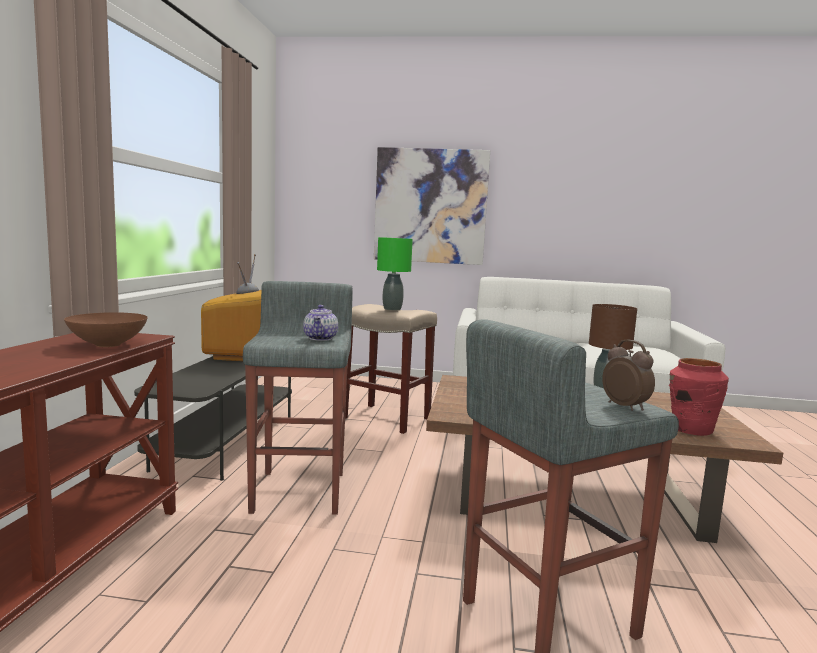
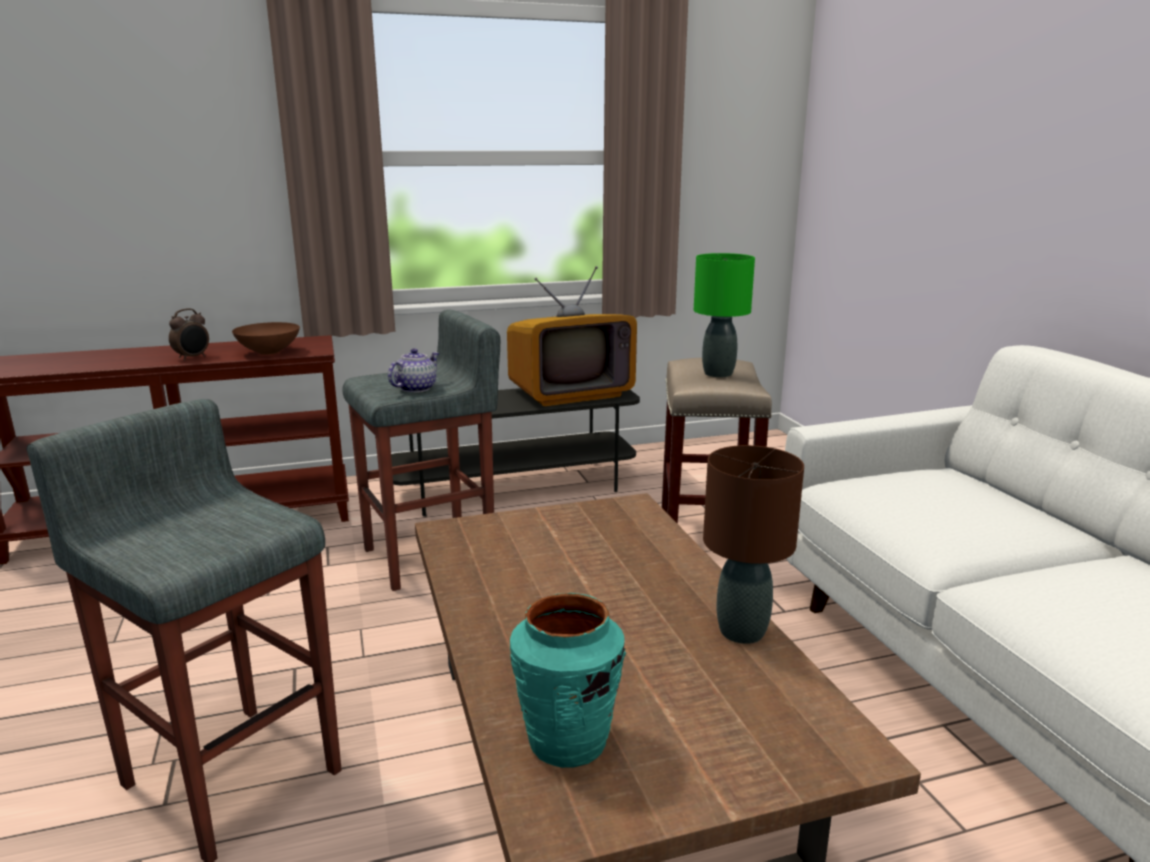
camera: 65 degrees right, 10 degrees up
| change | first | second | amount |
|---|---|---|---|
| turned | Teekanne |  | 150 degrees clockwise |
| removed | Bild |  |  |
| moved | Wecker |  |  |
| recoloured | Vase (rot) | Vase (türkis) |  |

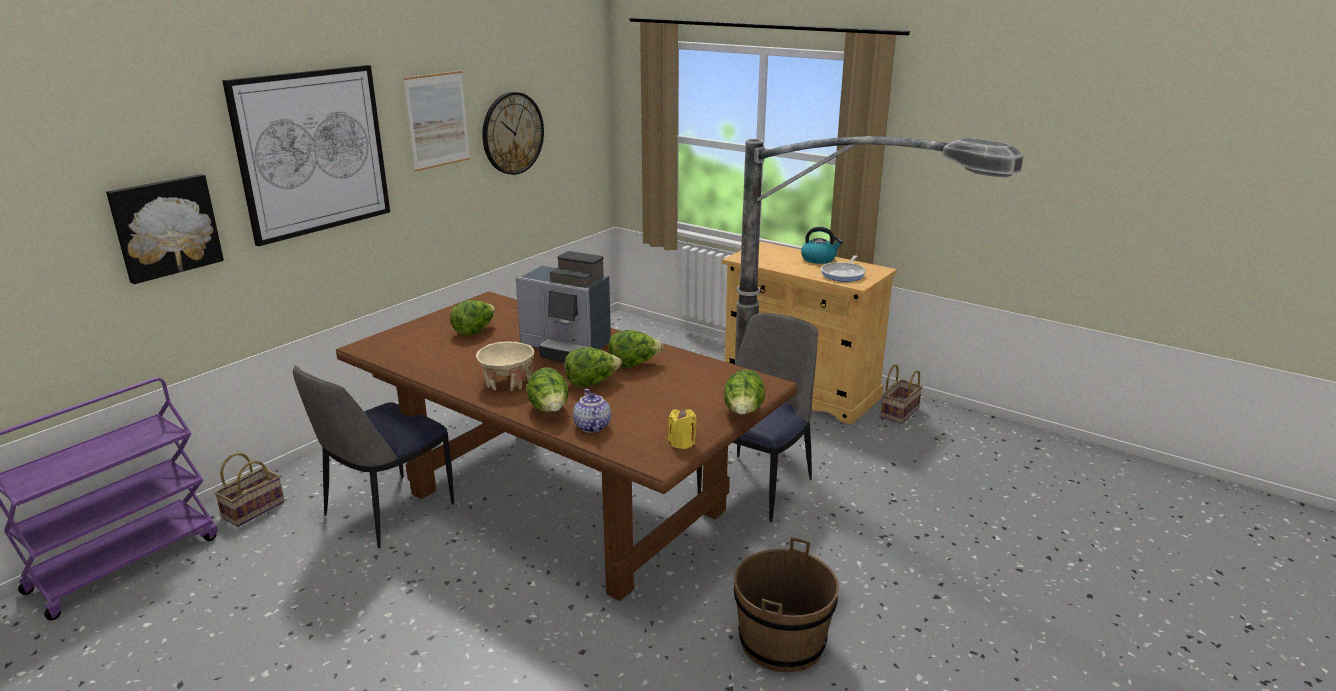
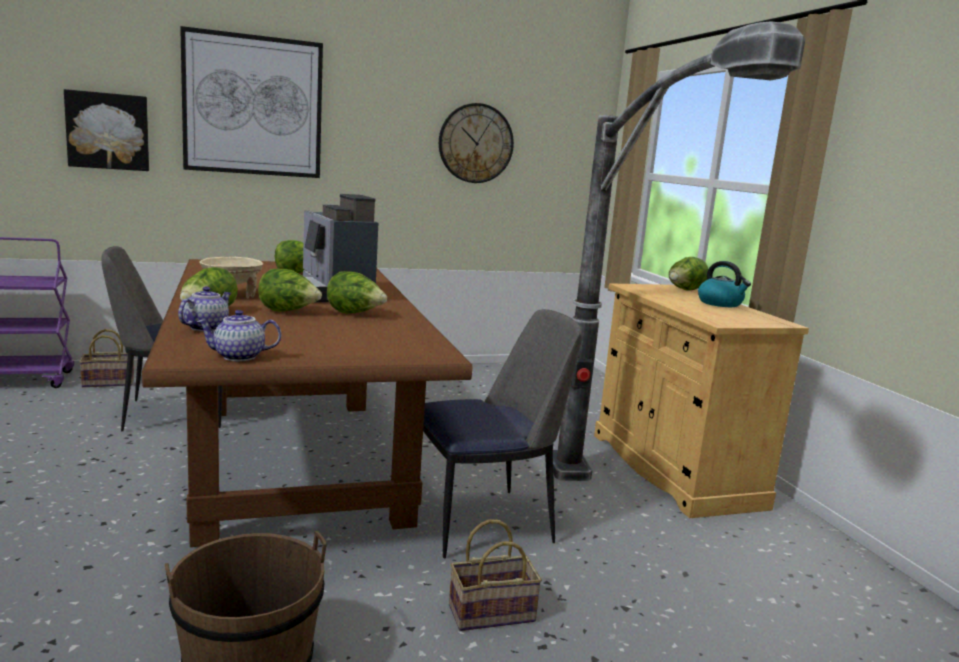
camera: 35 degrees right, 10 degrees down
| change | first | second | amount |
|---|---|---|---|
| removed | Bild (3rd from left) |  |  |
| replaced | Kerze (gelb) | Teekanne (2nd from left) |  |
| moved | Salatkopf (5th from left) |  |  |
| removed | Pfanne |  |  |
| moved | Korb (2nd from left) |  |  |

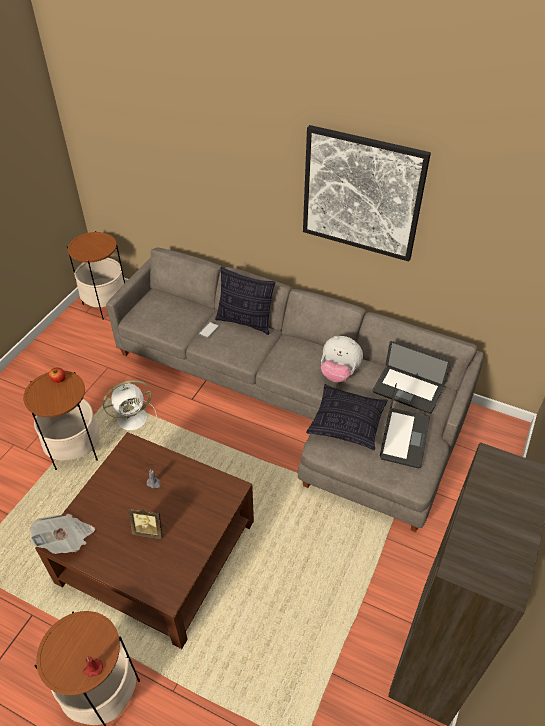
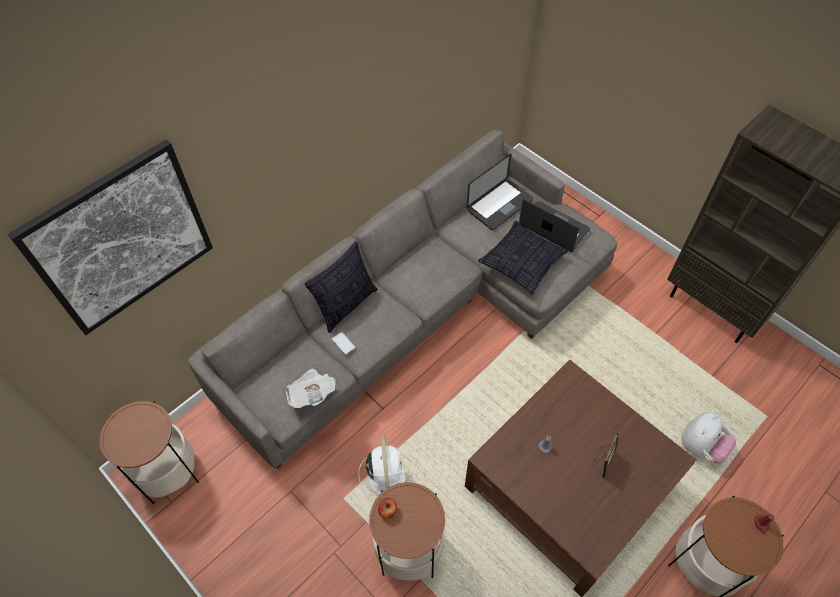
camera: 70 degrees left, 10 degrees up
| change | first | second | amount |
|---|---|---|---|
| moved | Zeitung |  |  |
| moved | Bild |  |  |
| moved | Plüschtier |  |  |

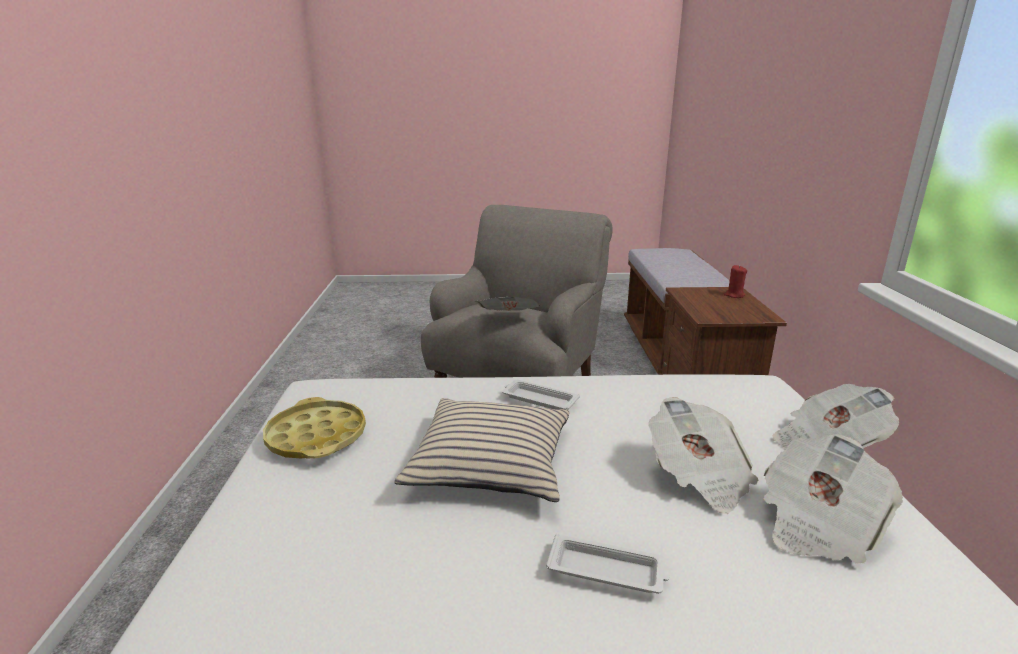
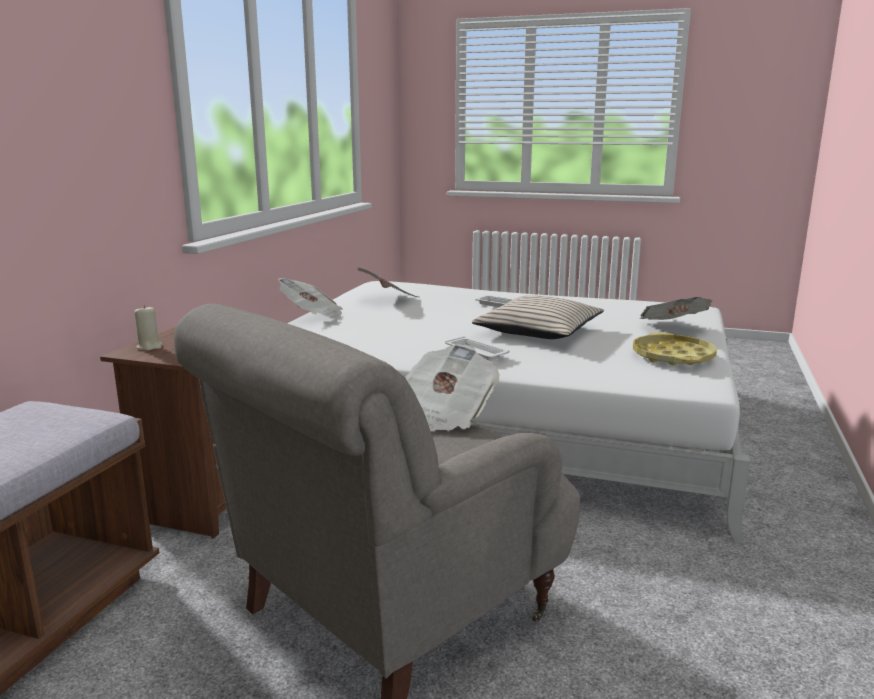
camera: 160 degrees left, 5 degrees down
| change | first | second | amount |
|---|---|---|---|
| moved | Zeitung (2nd from left in the first image) | Zeitung (4th from left) |  |
| recoloured | Kerze (rot) | Kerze (beige) |  |

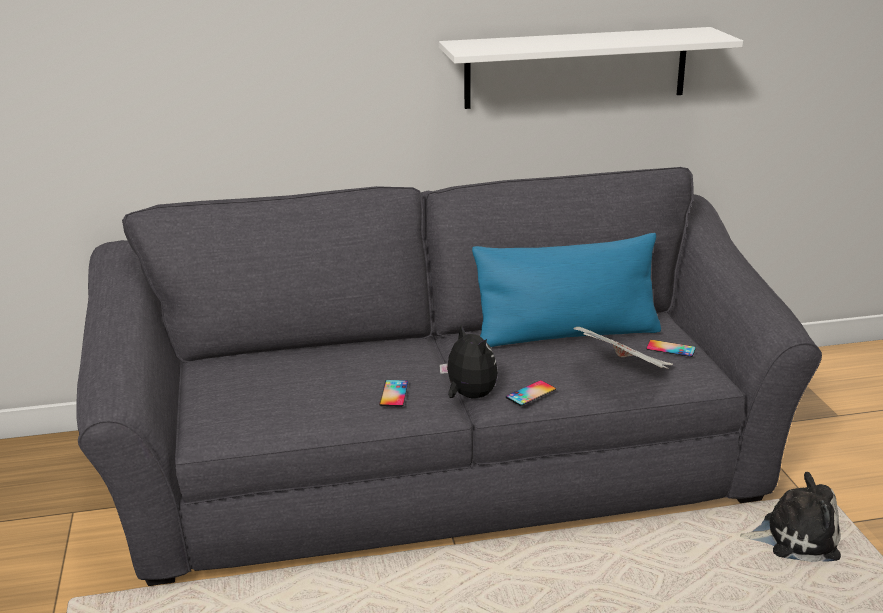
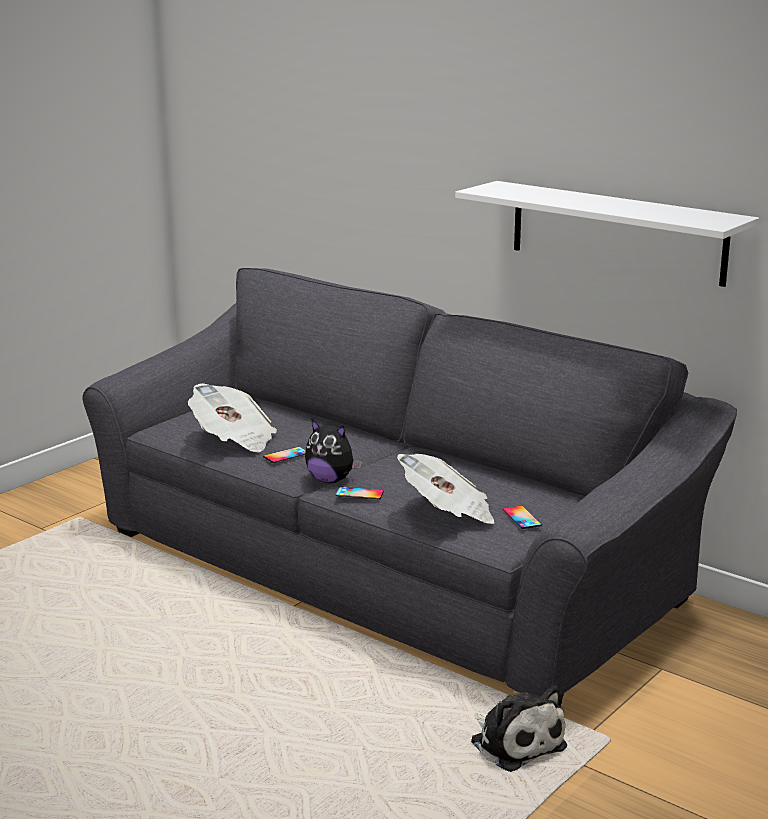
camera: 50 degrees right, 5 degrees down
| change | first | second | amount |
|---|---|---|---|
| turned | Plüschtier (1st from left) |  | 105 degrees clockwise |
| removed | Kissen (blau) |  |  |
| added |  | Zeitung (1st from left) |  |

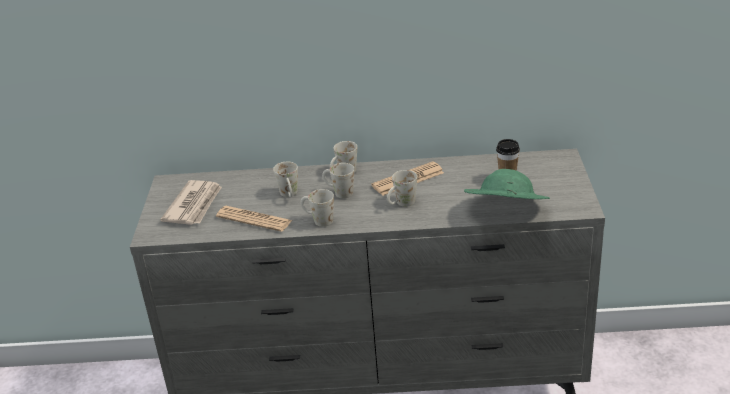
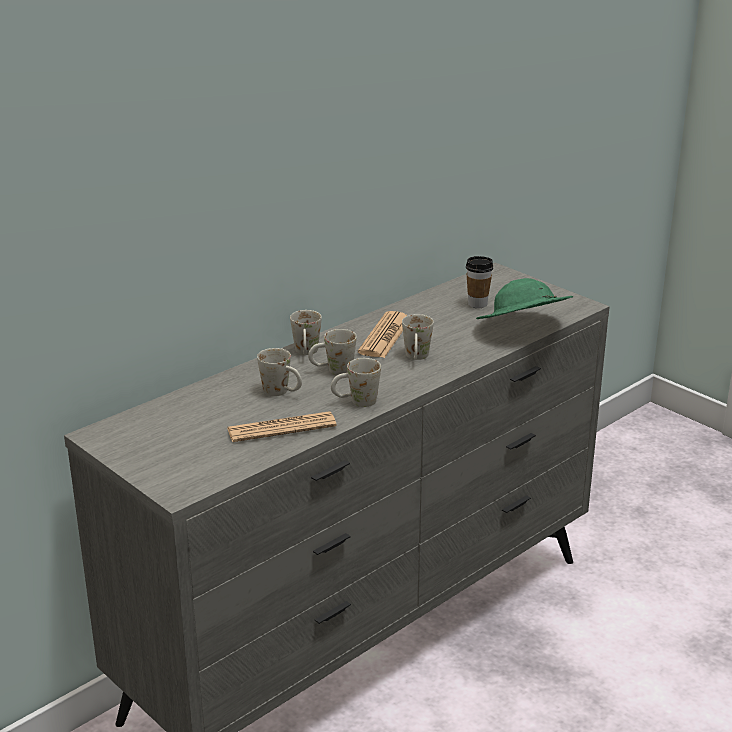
camera: 45 degrees left, 5 degrees down
| change | first | second | amount |
|---|---|---|---|
| removed | Zeitung (1st from left) |  |  |

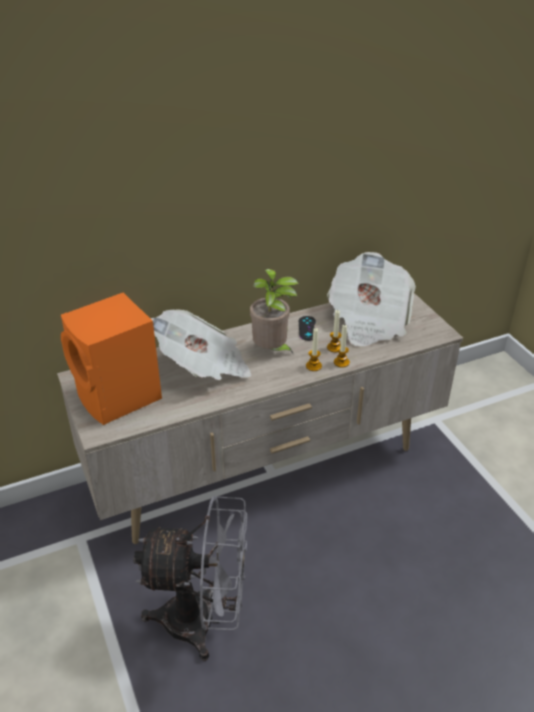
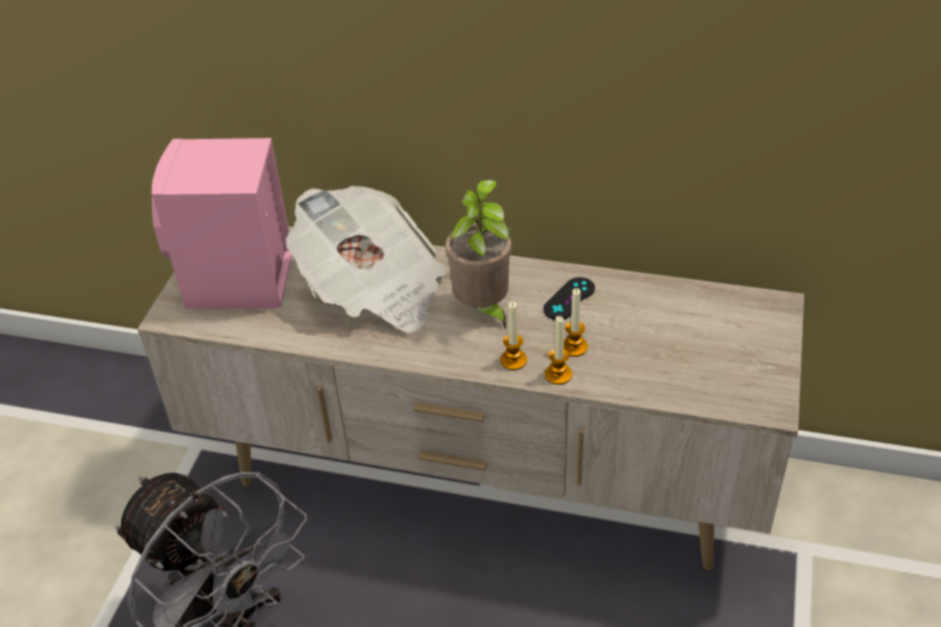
camera: 40 degrees right, 5 degrees up
| change | first | second | amount |
|---|---|---|---|
| recoloured | Lautsprecher (orange) | Lautsprecher (rosa) |  |
| removed | Zeitung (2nd from left) |  |  |

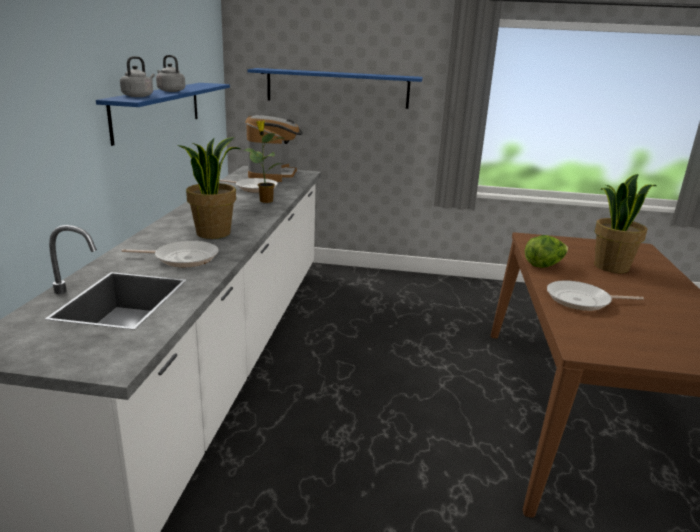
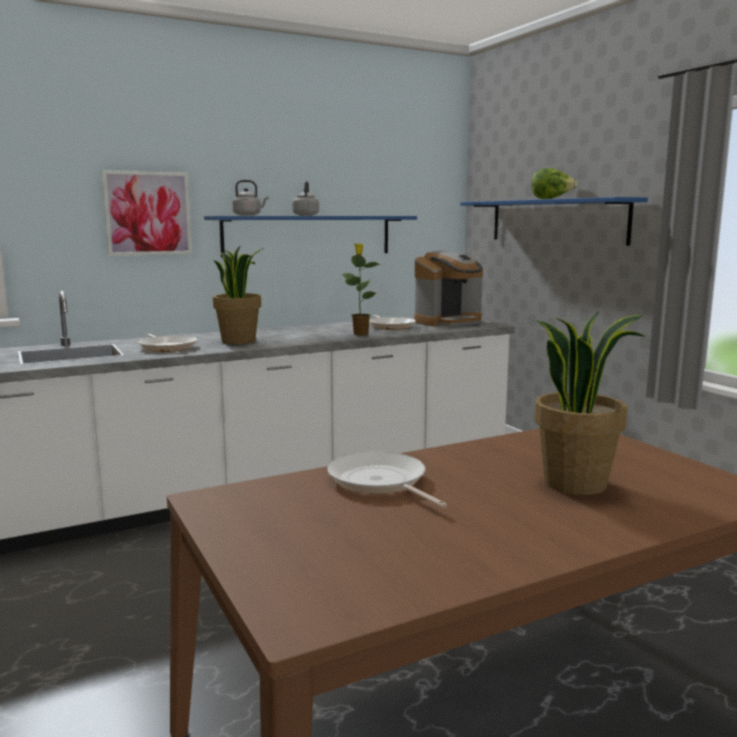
camera: 55 degrees right, 10 degrees down
| change | first | second | amount |
|---|---|---|---|
| moved | Salatkopf |  |  |
| added |  | Bild |  |

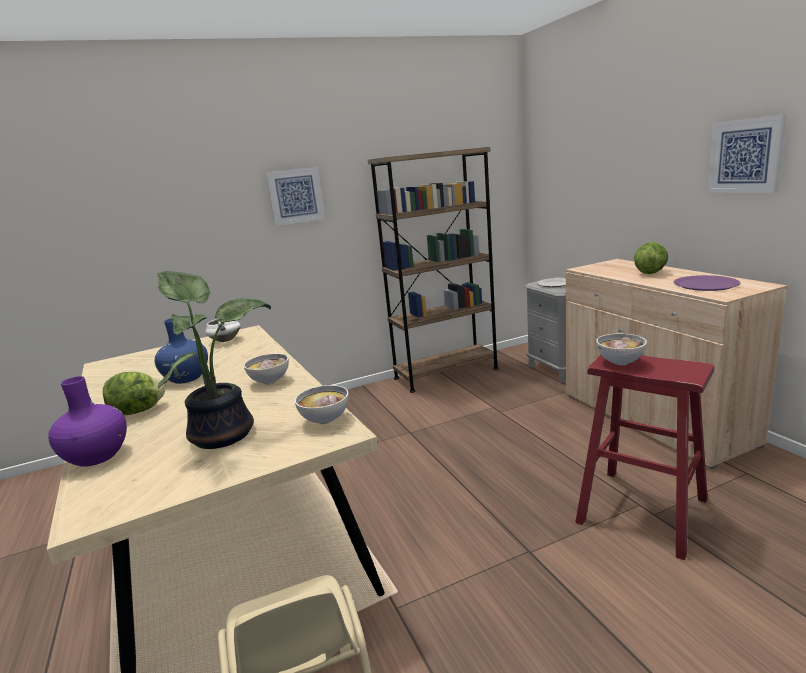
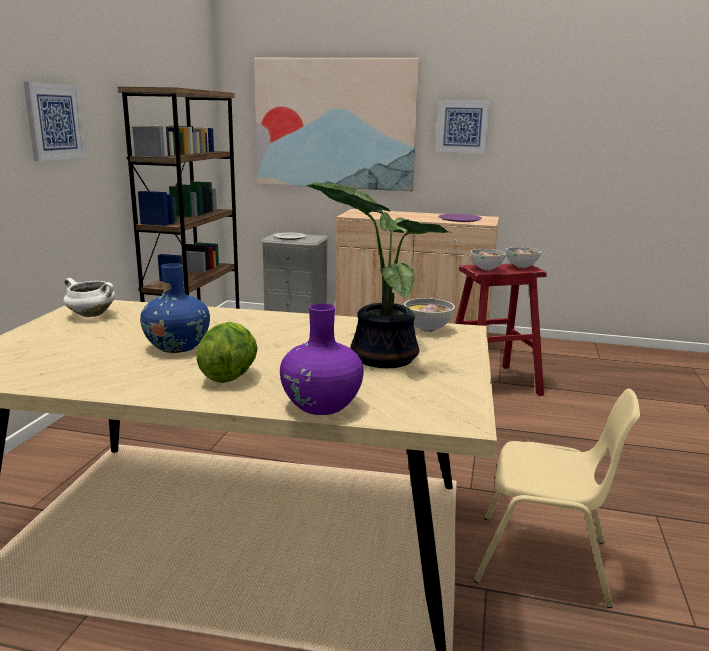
camera: 55 degrees left, 0 degrees up
| change | first | second | amount |
|---|---|---|---|
| moved | Schüssel (1st from left in the first image) | Schüssel (3rd from left) |  |
| removed | Salatkopf (2nd from left) |  |  |
| added |  | Bild (2nd from left) |  |

